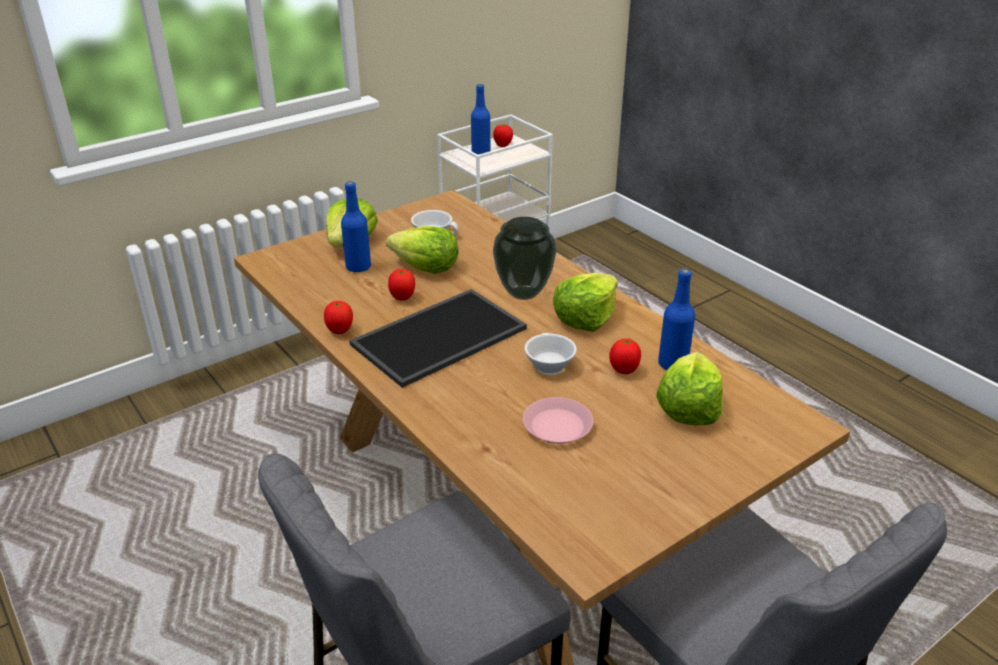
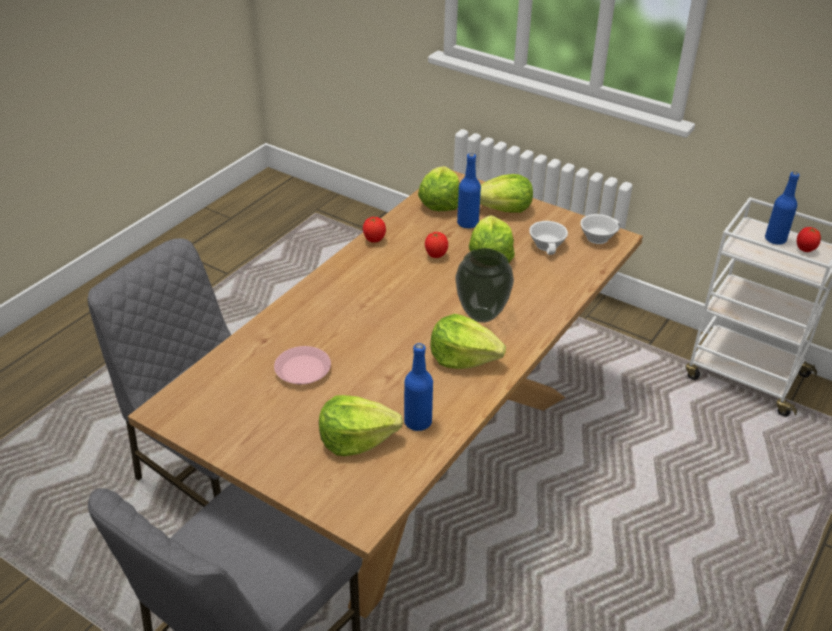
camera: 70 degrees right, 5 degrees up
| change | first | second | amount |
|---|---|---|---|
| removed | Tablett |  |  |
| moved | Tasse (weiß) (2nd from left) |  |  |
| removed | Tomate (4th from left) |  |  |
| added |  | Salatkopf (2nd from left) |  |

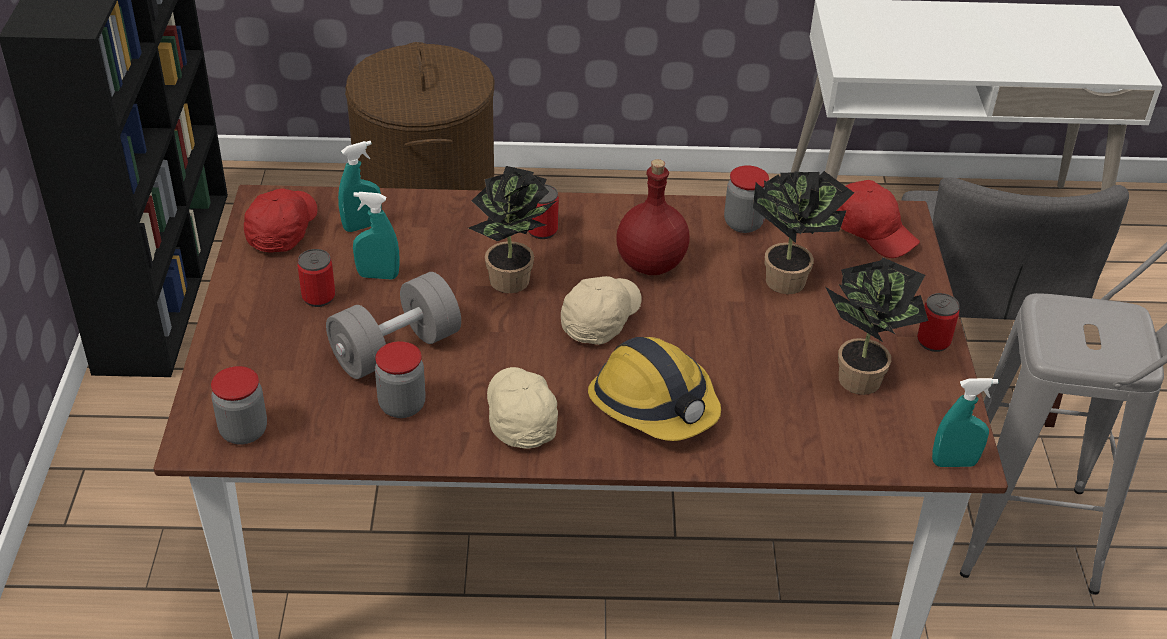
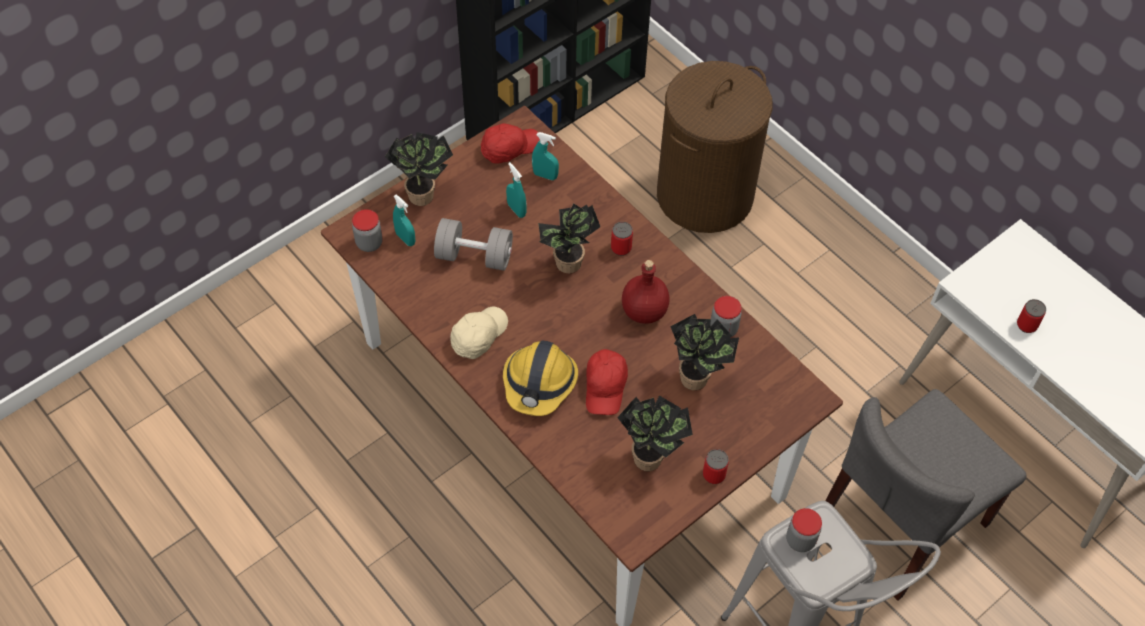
camera: 50 degrees right, 15 degrees up
| change | first | second | amount |
|---|---|---|---|
| moved | Dose (1st from left in the first image) | Dose (3rd from left) |  |
| moved | Vorratsglas (2nd from left in the first image) | Vorratsglas (3rd from left) |  |
| removed | Kappe (beige) (2nd from left) |  |  |
| moved | Kappe (rot) (2nd from left) |  |  |
| moved | Sprühflasche (türkis) (3rd from left in the first image) | Sprühflasche (türkis) (1st from left) |  |
| added |  | Topfpflanze (1st from left) |  |

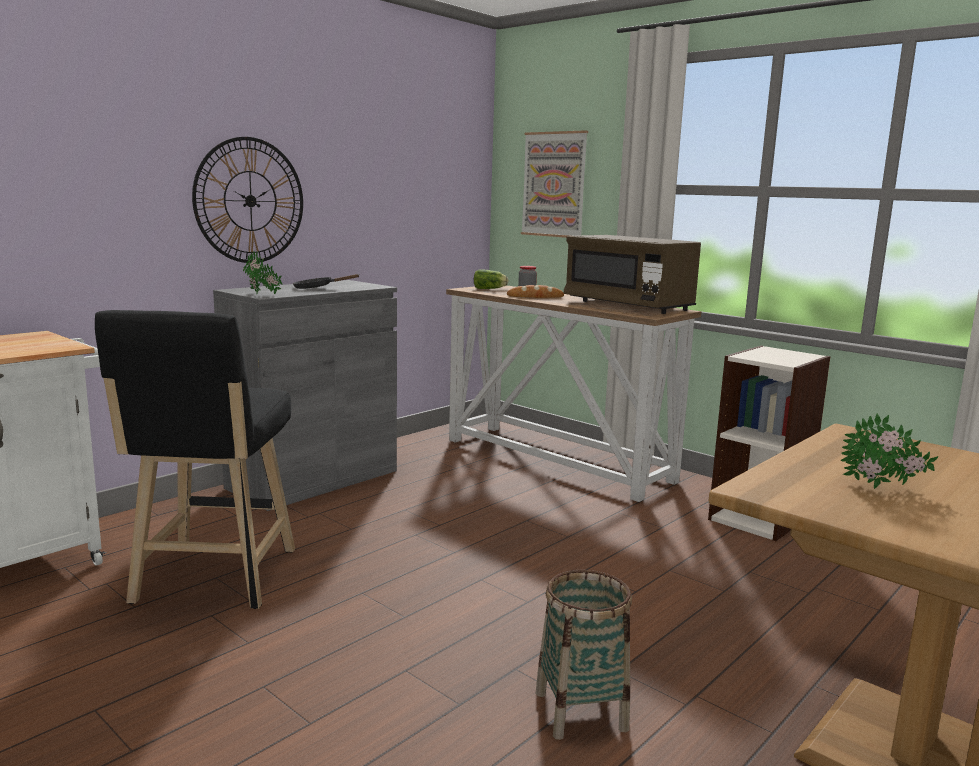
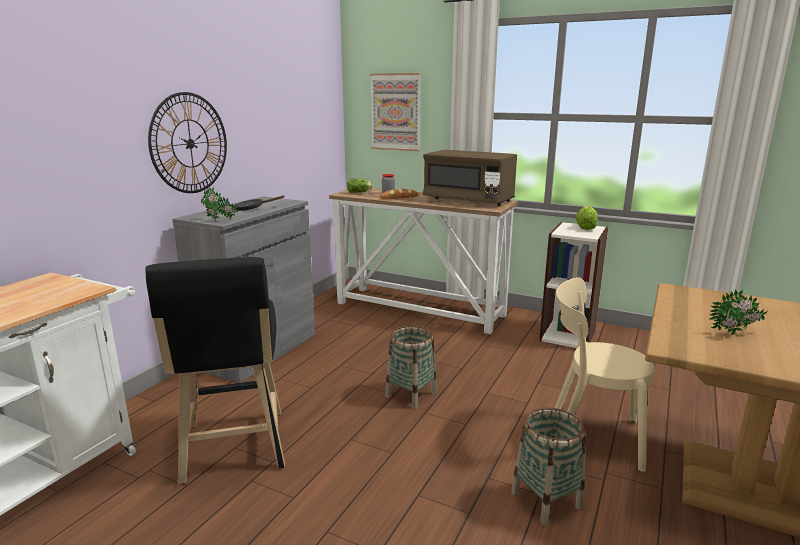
camera: 15 degrees left, 5 degrees up
| change | first | second | amount |
|---|---|---|---|
| added |  | Korb (1st from left) |  |
| added |  | Stuhl (beige) |  |
| added |  | Salatkopf (2nd from left) |  |

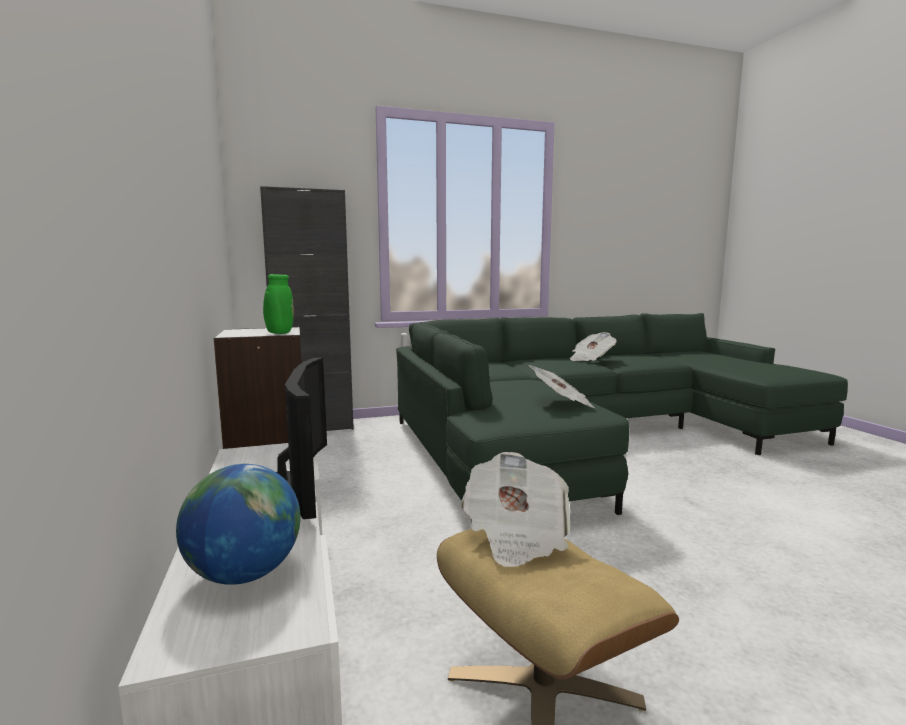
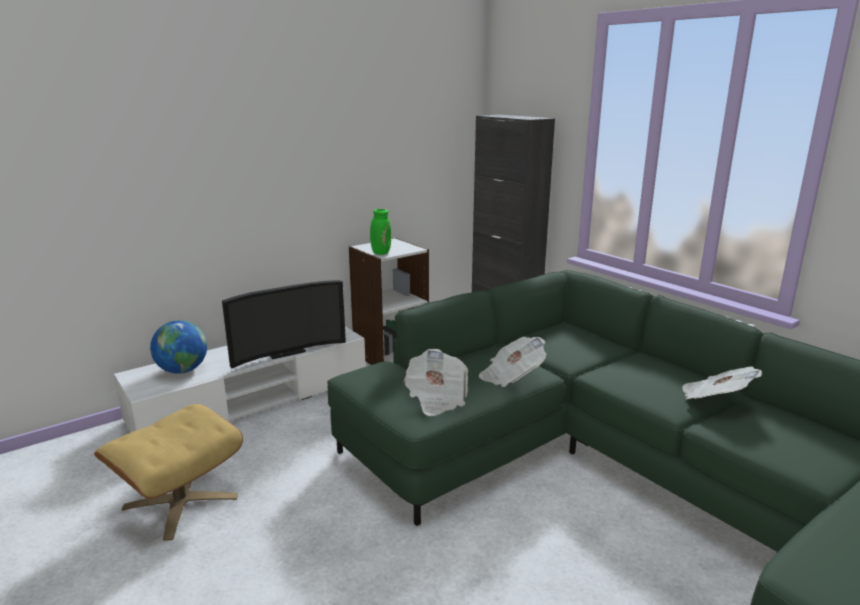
camera: 70 degrees right, 10 degrees up
| change | first | second | amount |
|---|---|---|---|
| moved | Zeitung (1st from left in the first image) | Zeitung (2nd from left) |  |

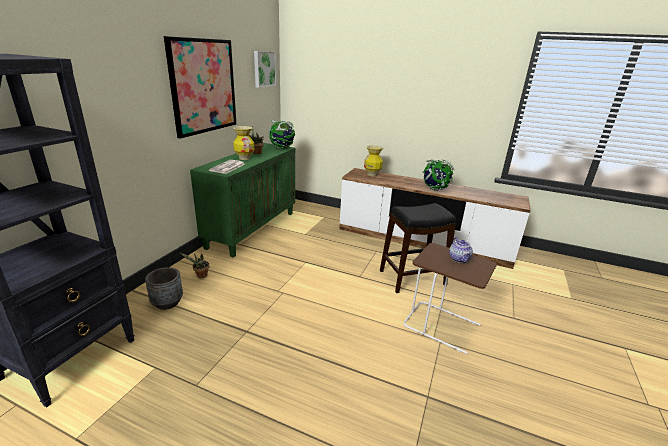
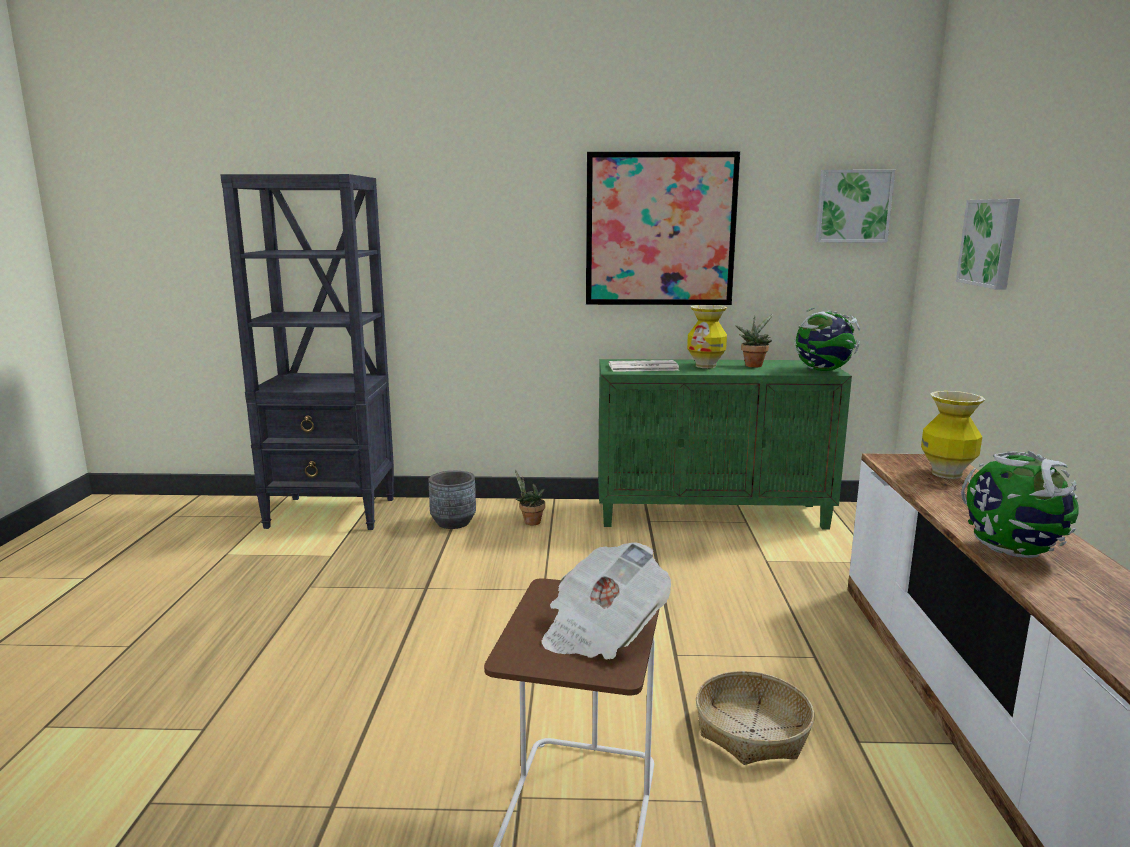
camera: 70 degrees right, 10 degrees down
| change | first | second | amount |
|---|---|---|---|
| replaced | Hocker (schwarz) | Korb |  |
| replaced | Teekanne | Zeitung (1st from left) |  |
| added |  | Bild (3rd from left) |  |

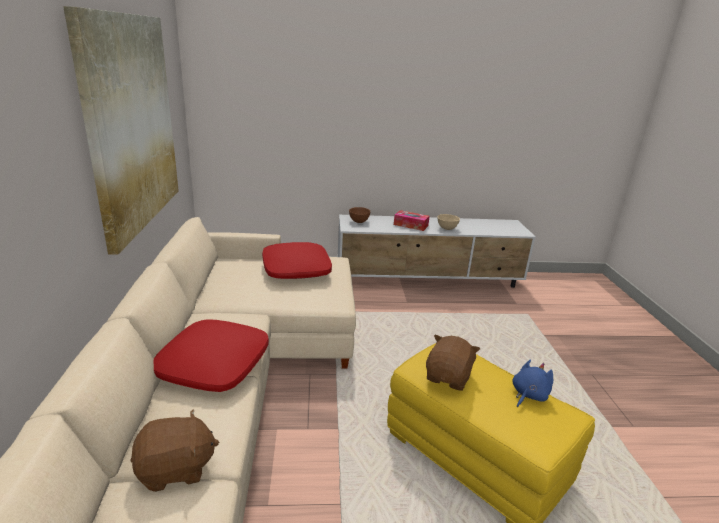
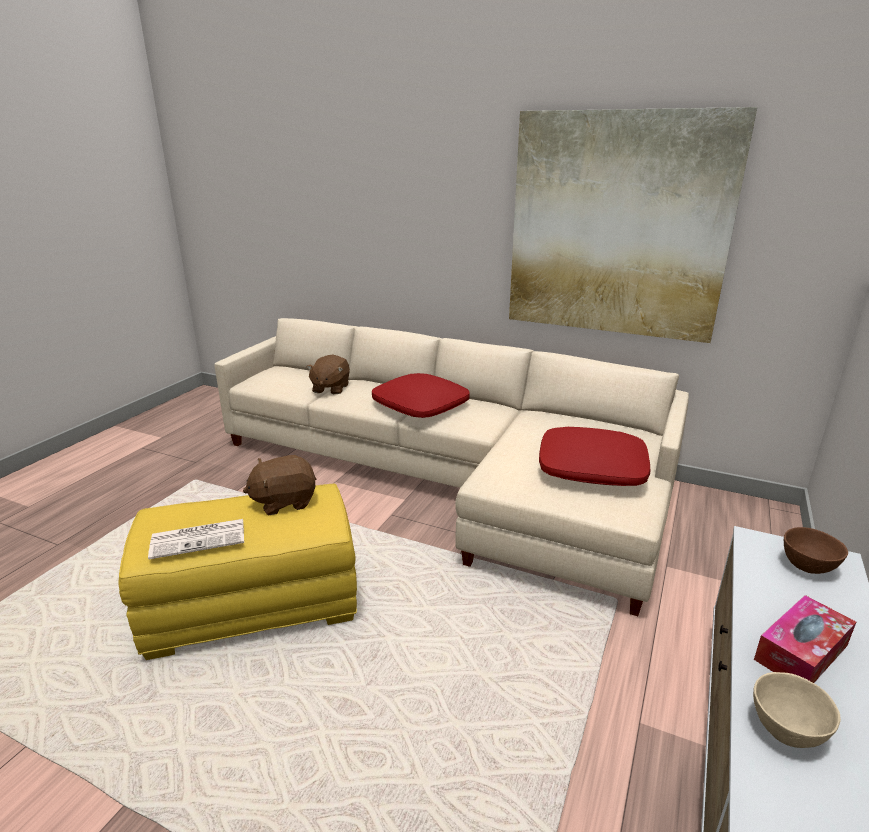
camera: 120 degrees right, 0 degrees up
| change | first | second | amount |
|---|---|---|---|
| turned | Plüschtier (braun) (2nd from left in the first image) | Plüschtier (braun) (1st from left) | 105 degrees clockwise |
| replaced | Plüschtier (blau) | Zeitung |  |

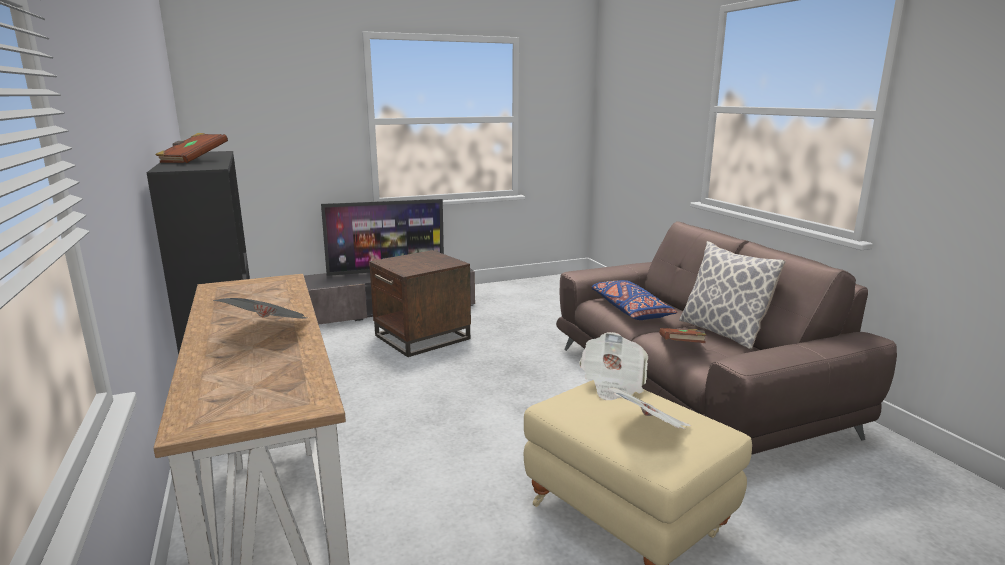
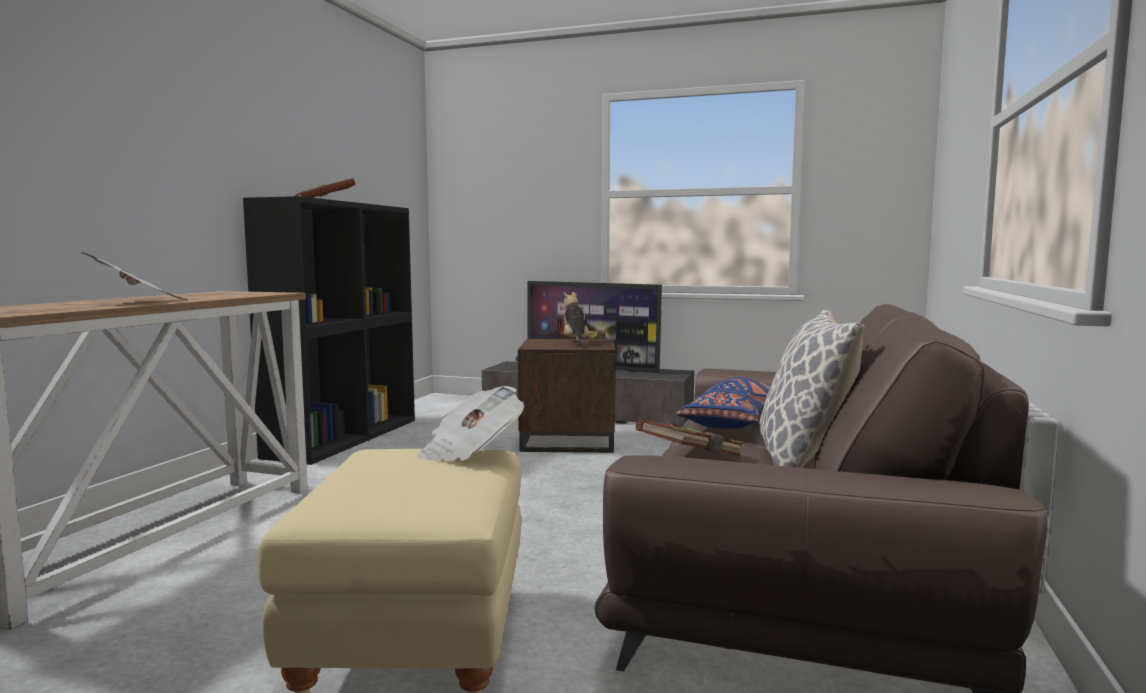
camera: 40 degrees right, 10 degrees down
| change | first | second | amount |
|---|---|---|---|
| removed | Zeitung (3rd from left) |  |  |
| added |  | Plüschtier |  |

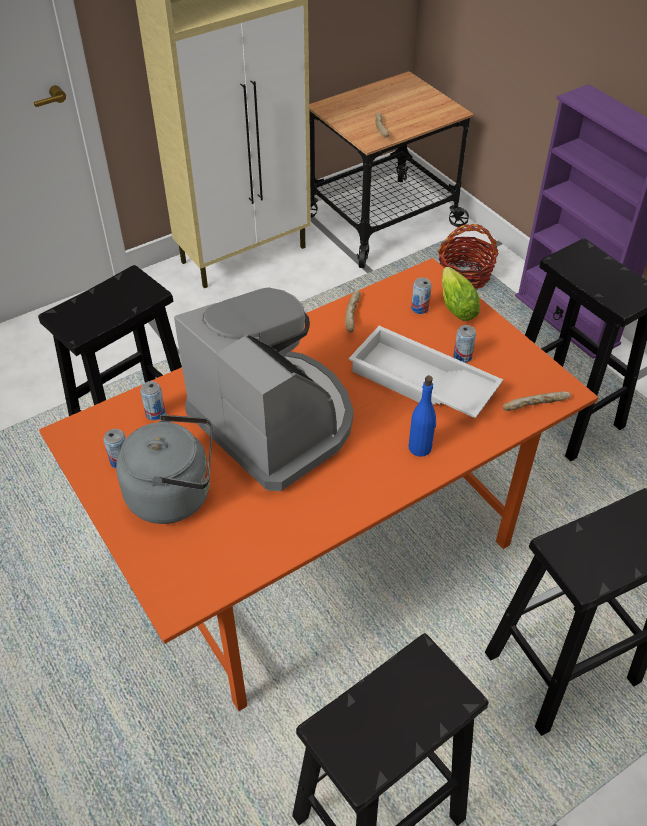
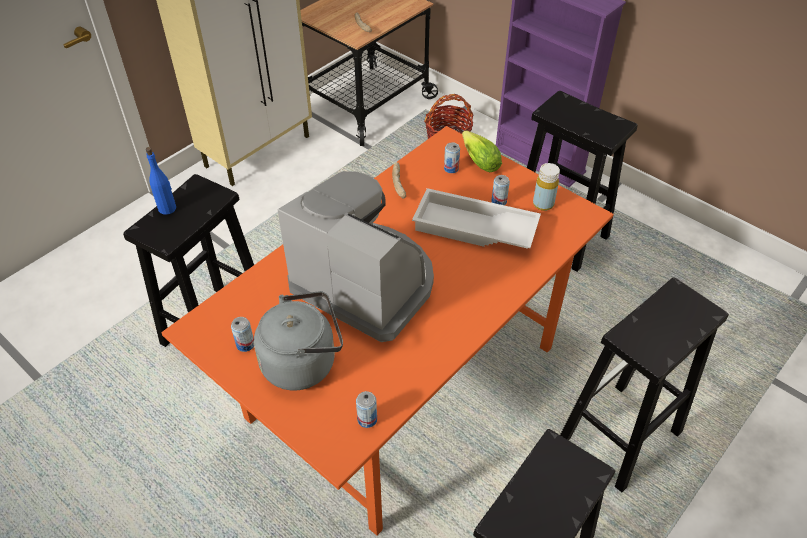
camera: 15 degrees left, 0 degrees up
| change | first | second | amount |
|---|---|---|---|
| moved | Dose (2nd from left) |  |  |
| moved | Flasche (blau) |  |  |
| removed | Brot (3rd from left) |  |  |
| added |  | Flasche (gelb) |  |

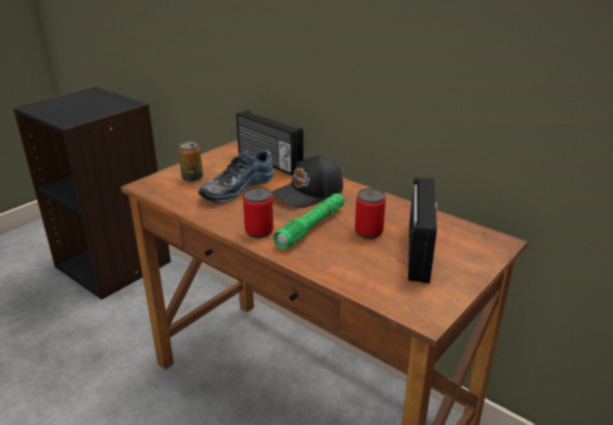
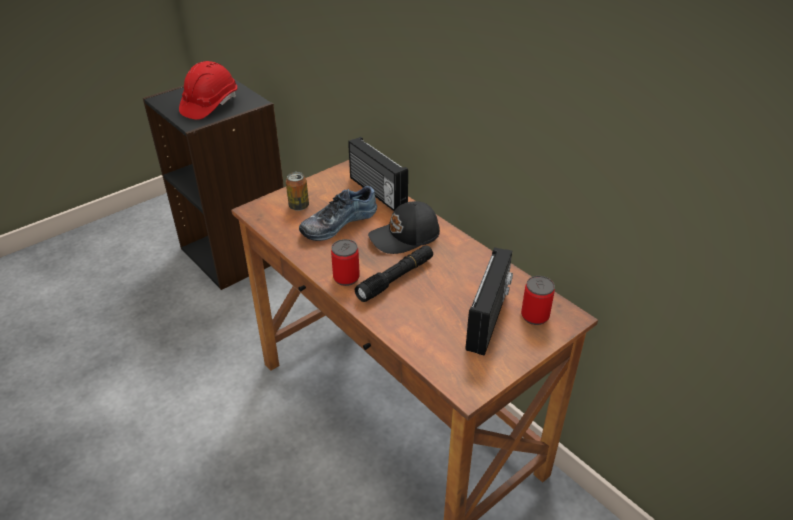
camera: 10 degrees right, 10 degrees up
| change | first | second | amount |
|---|---|---|---|
| recoloured | Taschenlampe (grün) | Taschenlampe (schwarz) |  |
| moved | Dose (3rd from left) |  |  |
| added |  | Schutzhelm (rot) |  |

